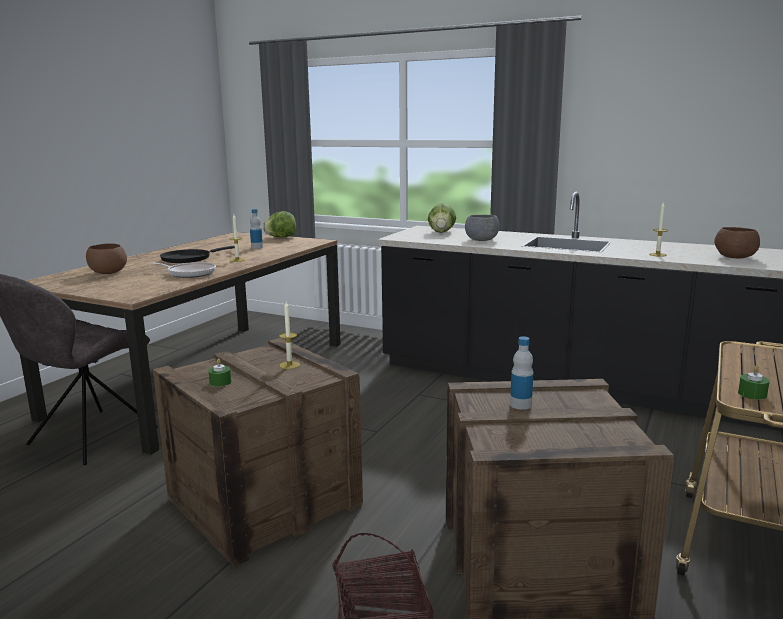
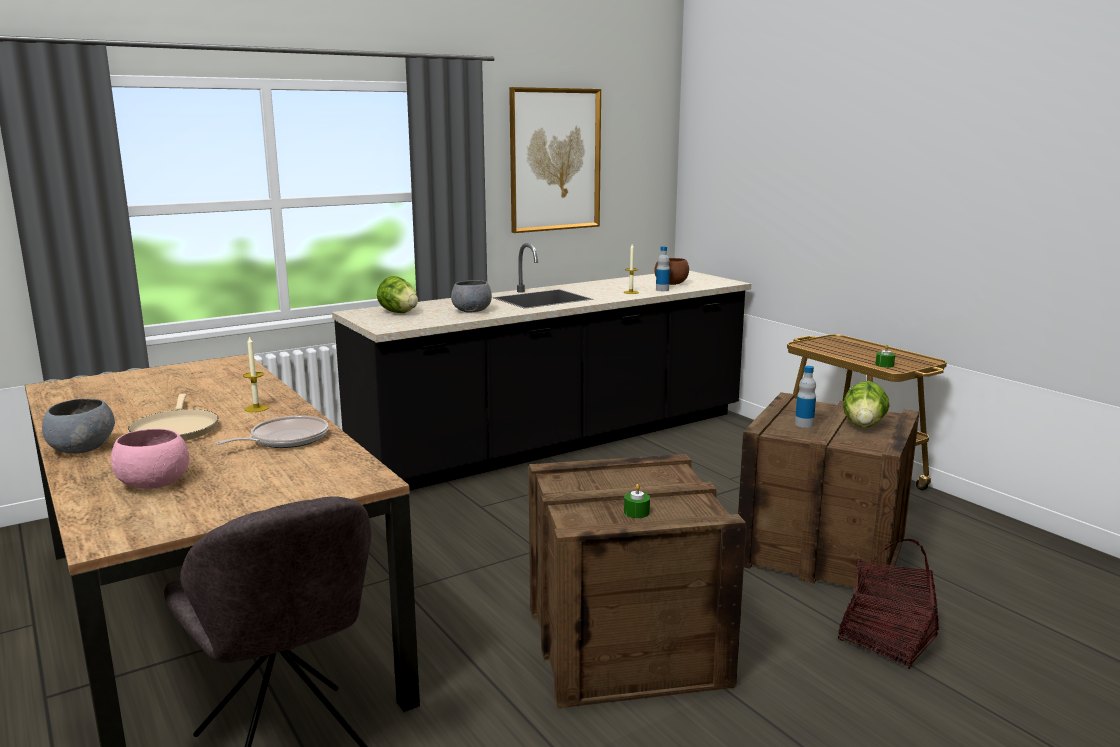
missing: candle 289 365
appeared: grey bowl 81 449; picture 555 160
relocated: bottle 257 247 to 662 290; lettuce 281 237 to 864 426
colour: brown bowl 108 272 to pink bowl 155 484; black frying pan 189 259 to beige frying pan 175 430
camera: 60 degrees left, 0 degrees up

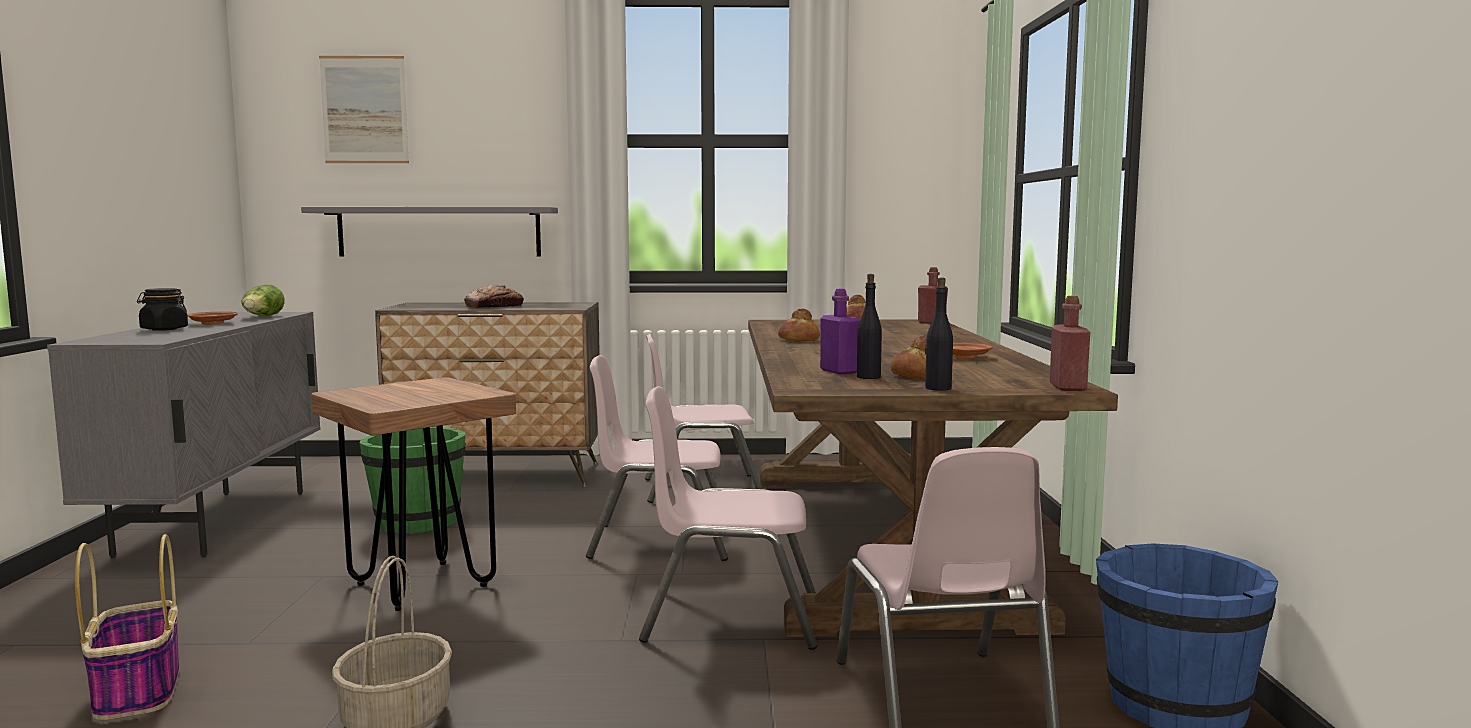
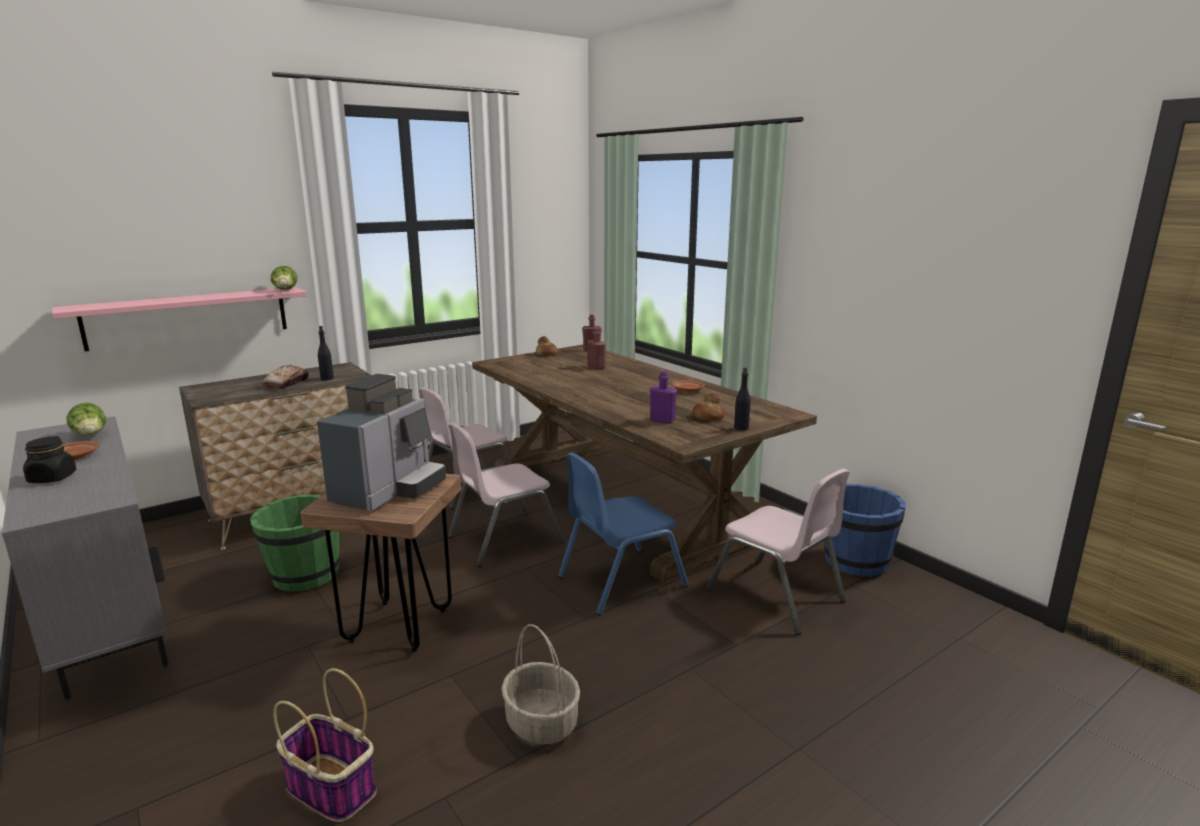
missing: picture 364 110; bread 798 340
appeared: lettuce 286 290; coffee machine 389 490
relocated: black bottle 869 377 to 327 378; red bottle 1067 388 to 596 367
colour: grey shelf 439 232 to pink shelf 188 317; pink chair 730 617 to blue chair 620 581
camera: 35 degrees left, 10 degrees up

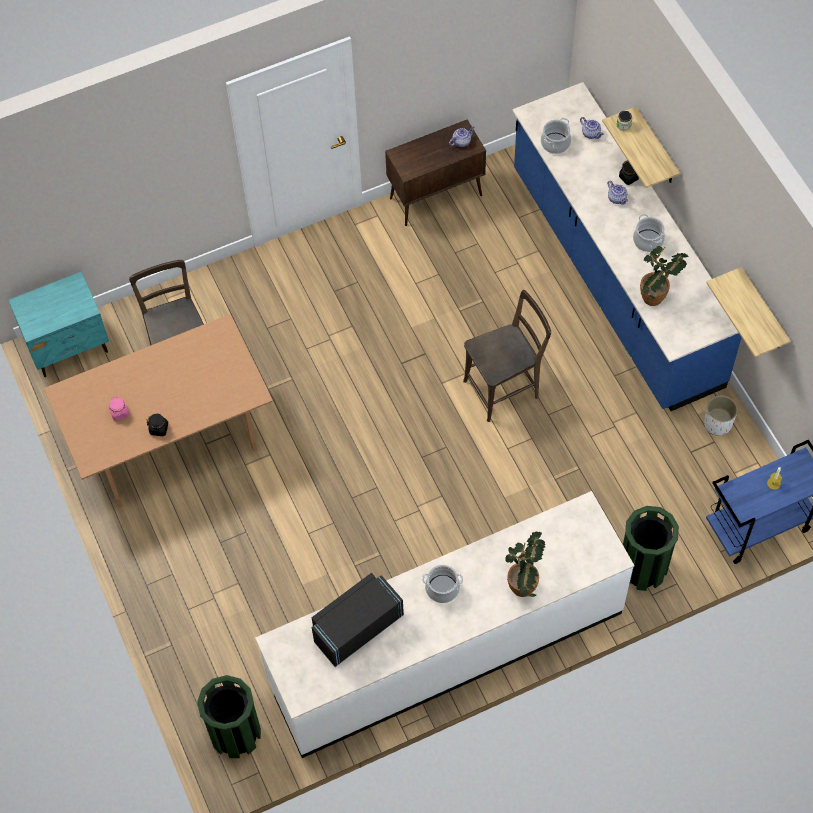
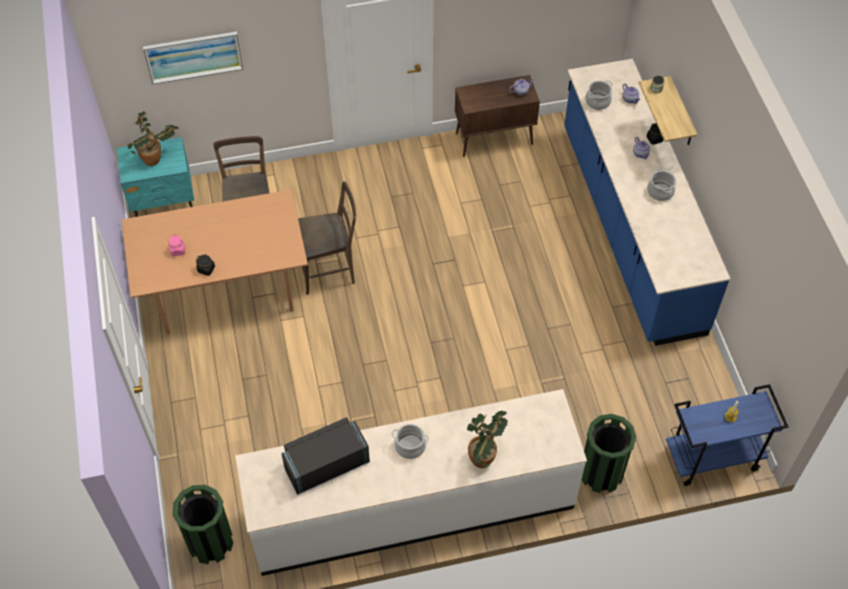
missing: white planter 718 423; shelf 763 311
appeared: picture 193 56
relocated: brown chair 505 388 to 329 270; potted plant 657 295 to 156 159
camera: 10 degrees right, 5 degrees down

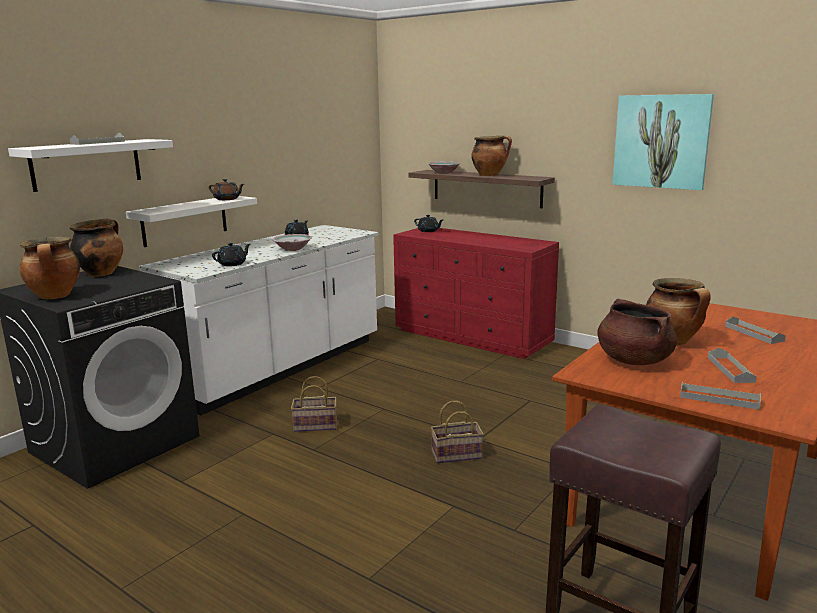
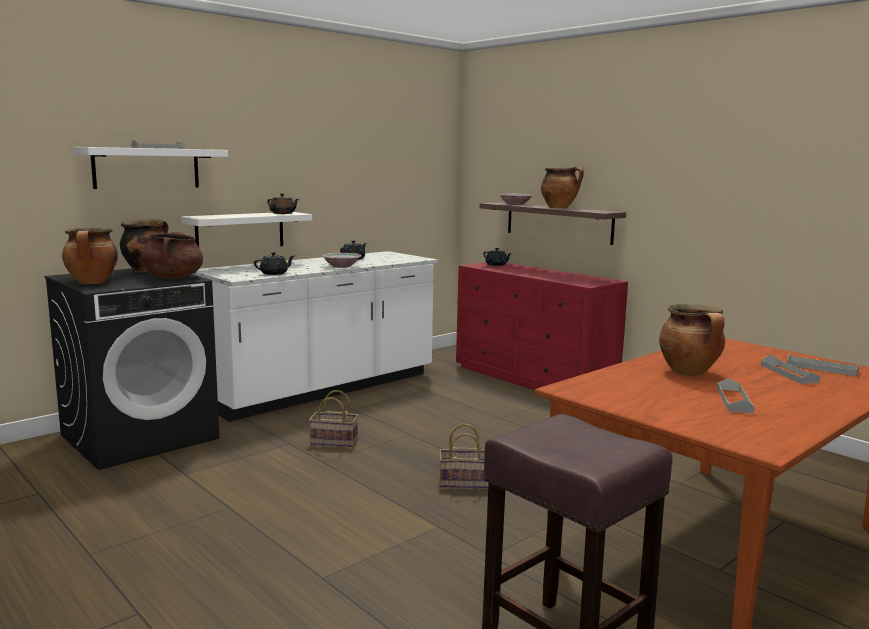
missing: picture 661 141
relocated: brown cooking pot 633 360 to 173 278; grey tray 719 399 to 821 368
camera: 10 degrees right, 5 degrees down

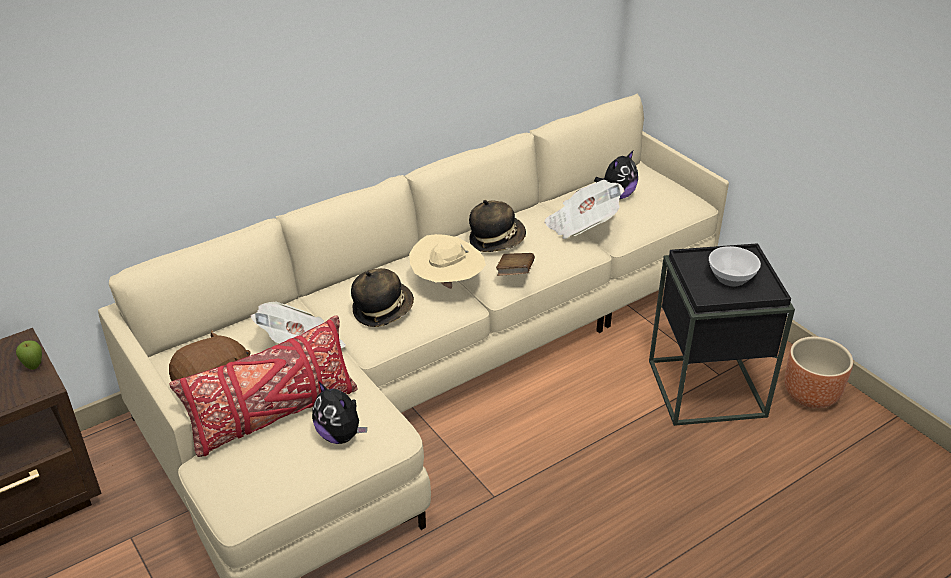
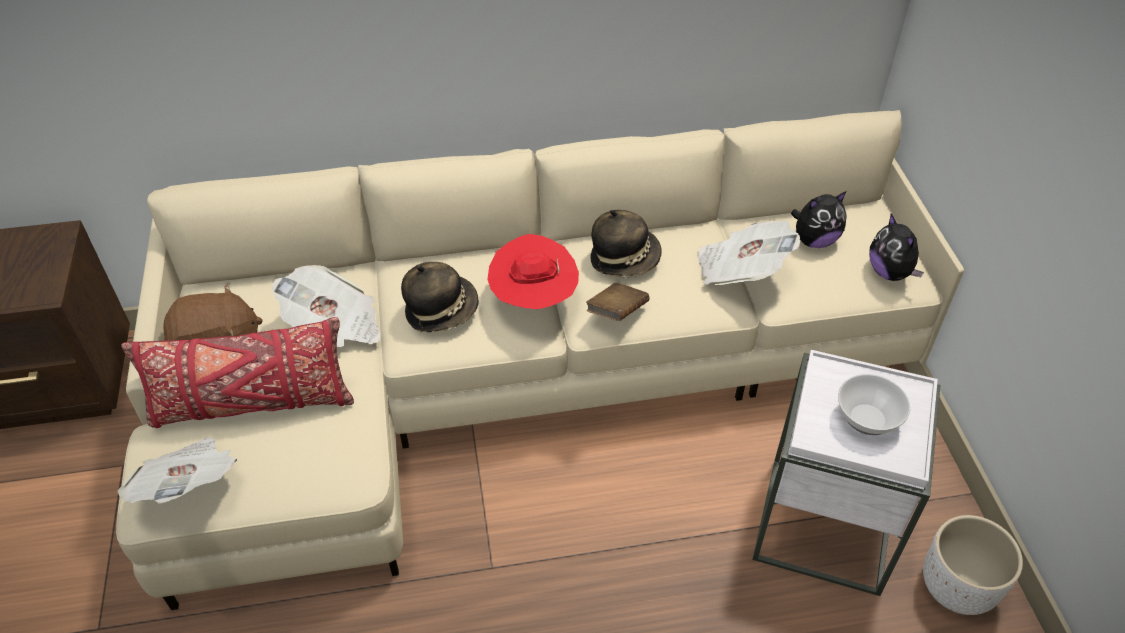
missing: apple 34 367
appeared: newspaper 189 486
relocated: plush toy 340 435 to 890 272
colour: beige hat 447 284 to red hat 533 300; black side table 706 388 to white side table 825 524; brown planter 809 395 to white planter 956 586
camera: 25 degrees right, 10 degrees up

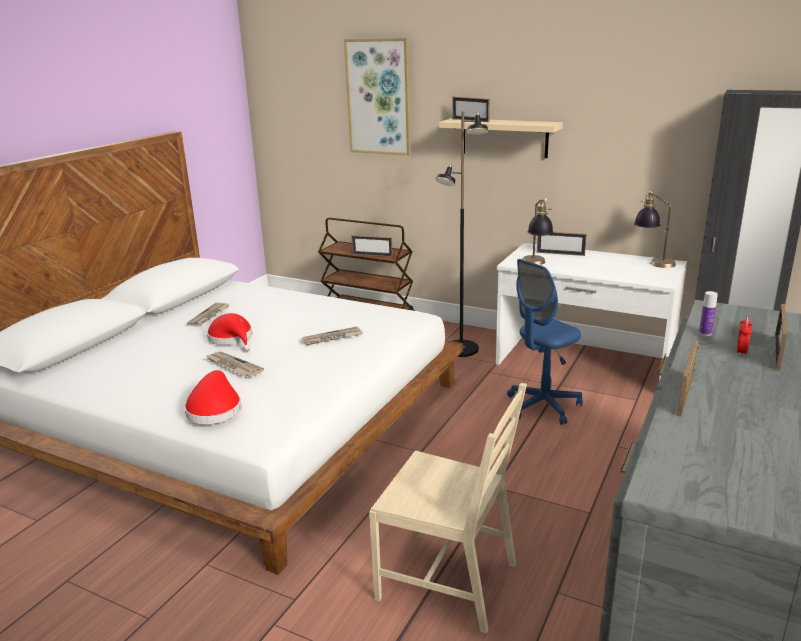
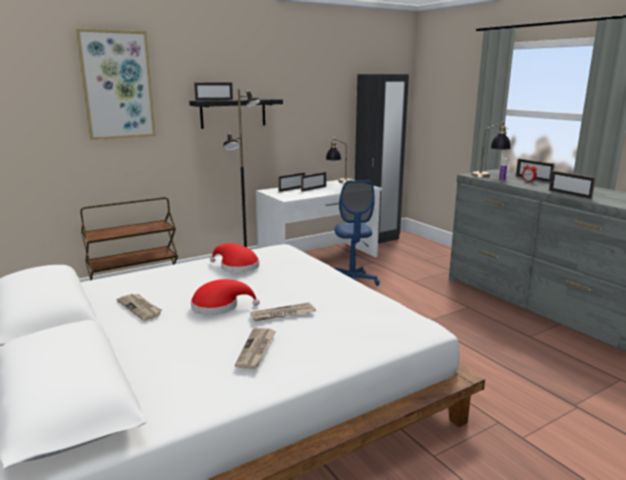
missing: beige chair 449 580
relocated: red hat 214 409 to 237 266; newspaper 332 338 to 256 349; picture frame 372 255 to 313 189; table lamp 535 265 to 489 176
colour: beige shelf 504 138 to black shelf 233 113
camera: 60 degrees left, 5 degrees down

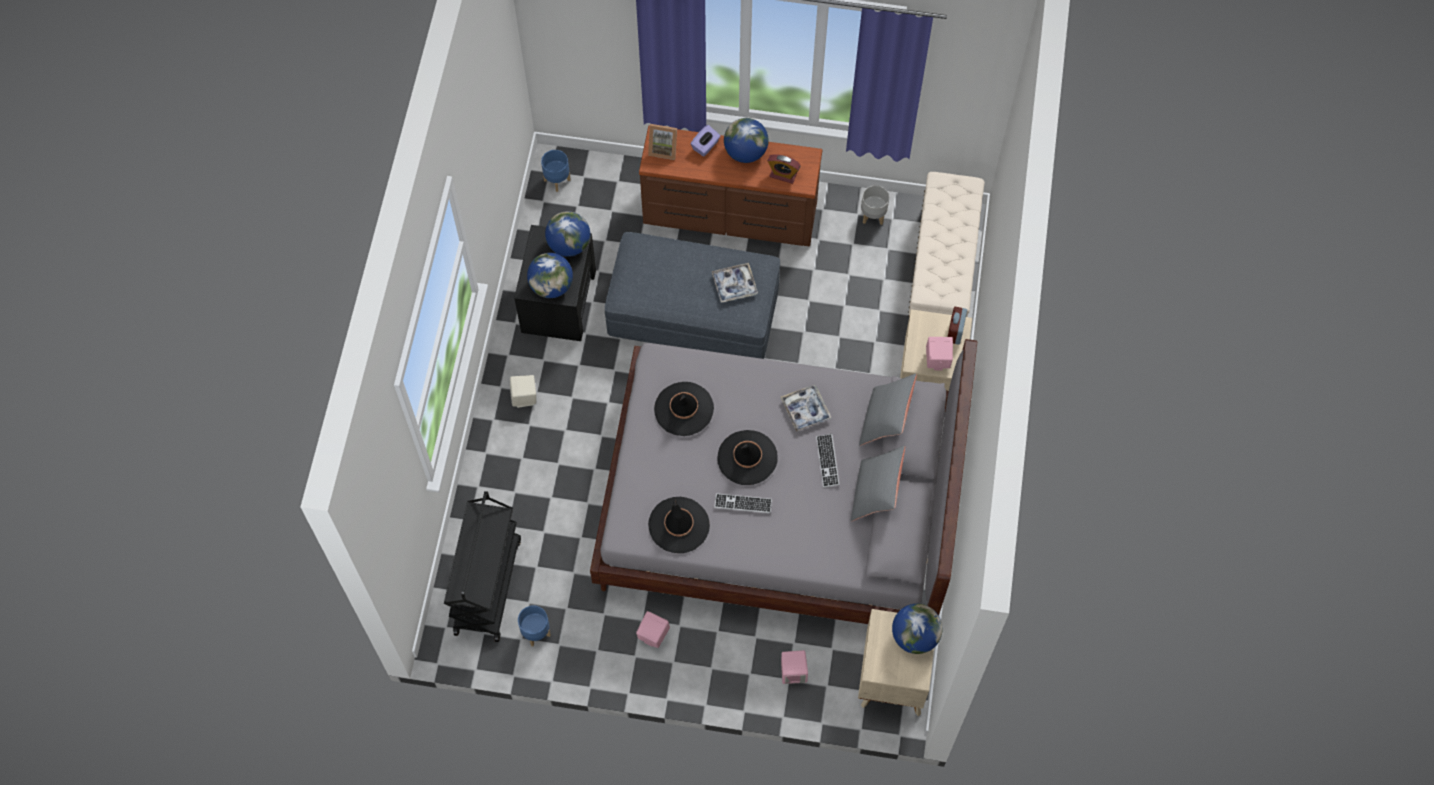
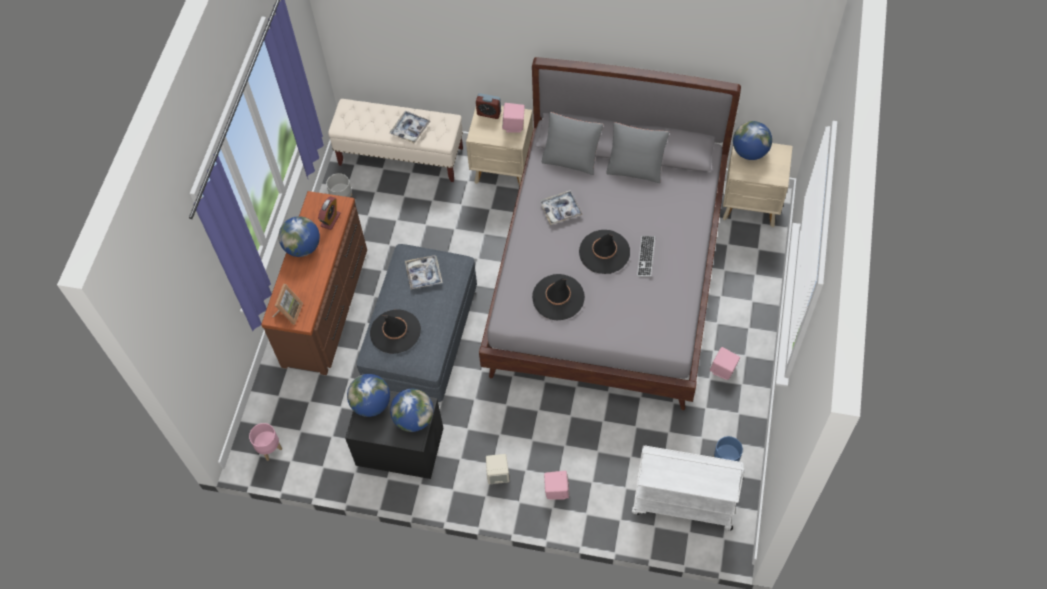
missing: purple tissue box 705 146; keyboard 827 461
appeared: tray 410 129
relocated: black hat 679 525 to 395 331; pink speaker 793 672 to 556 490
colour: black cart 487 585 to white cart 682 503; blue planter 557 180 to pink planter 269 448
camera: 85 degrees left, 5 degrees down

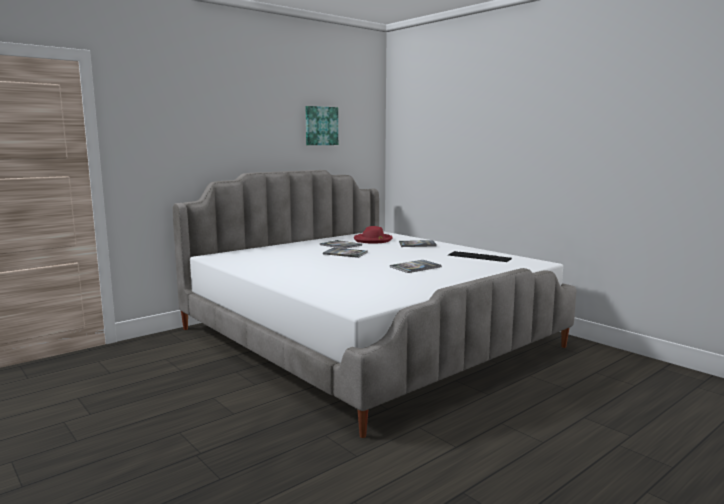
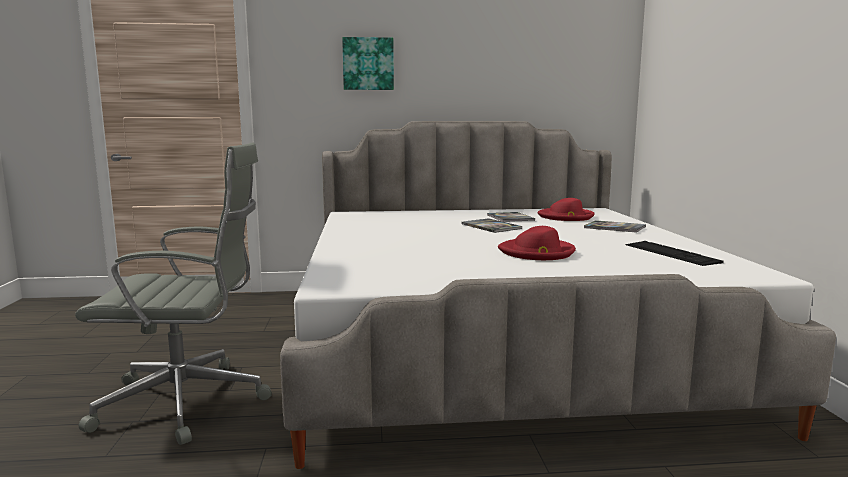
appeared: grey office chair 188 402
relocated: picture 321 126 to 368 64
exchanged: book 415 267 to red hat 537 252
camera: 35 degrees right, 0 degrees up

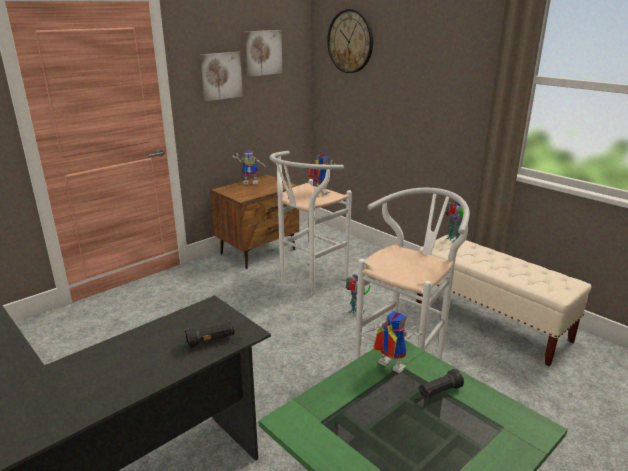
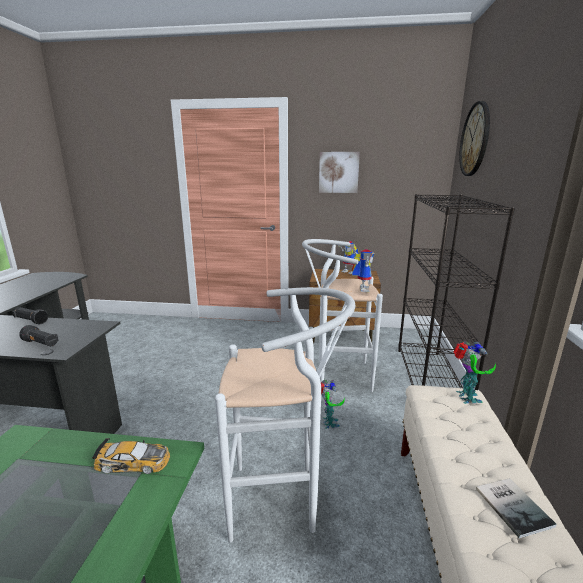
missing: picture 263 52
appeared: black bookcase 430 380; book 513 505
relocated: black flashlight 439 392 to 31 321
exchanged: toy robot 387 366 to toy car 134 462
camera: 50 degrees right, 5 degrees down

